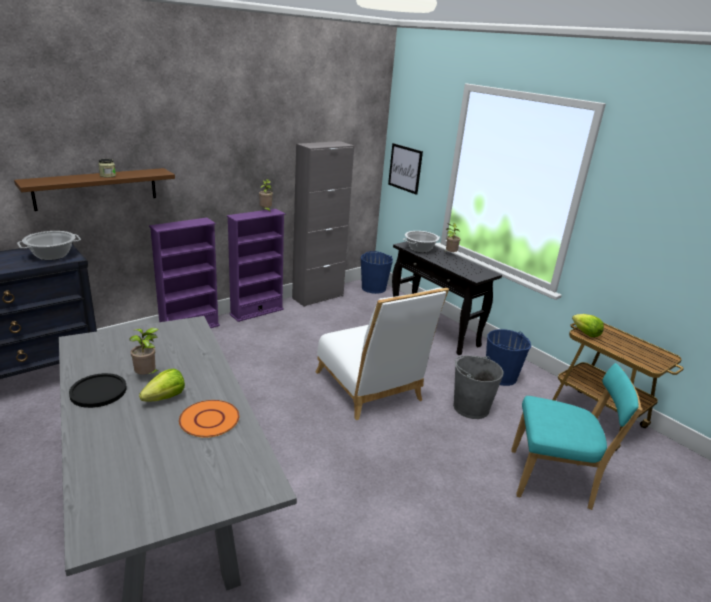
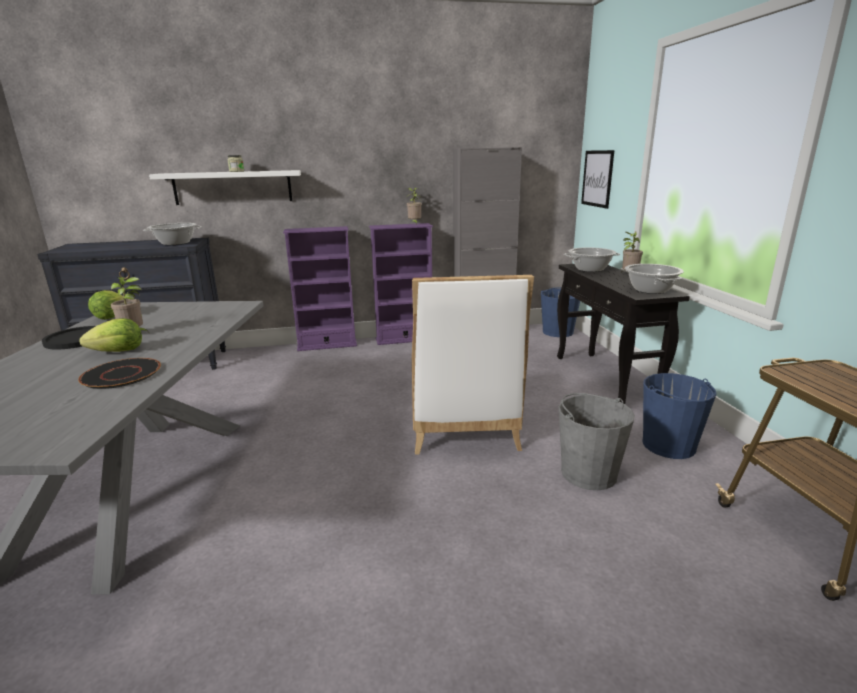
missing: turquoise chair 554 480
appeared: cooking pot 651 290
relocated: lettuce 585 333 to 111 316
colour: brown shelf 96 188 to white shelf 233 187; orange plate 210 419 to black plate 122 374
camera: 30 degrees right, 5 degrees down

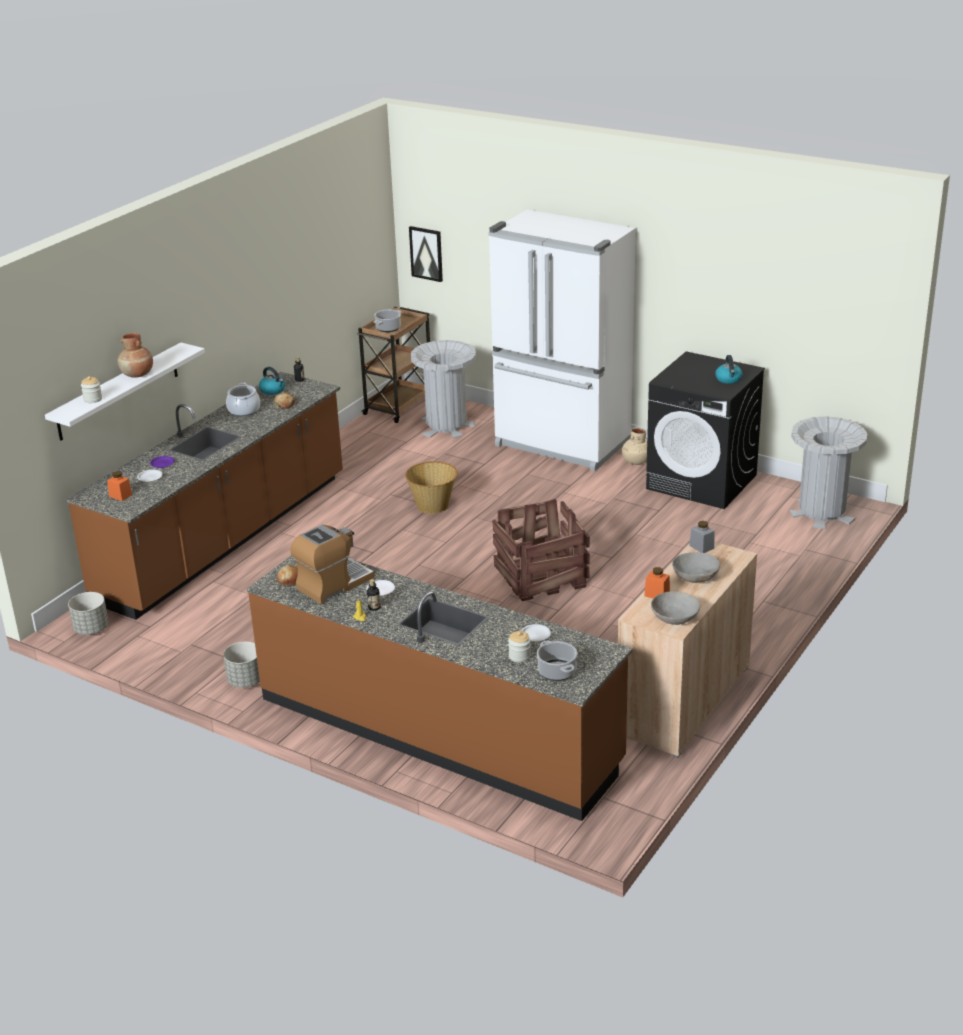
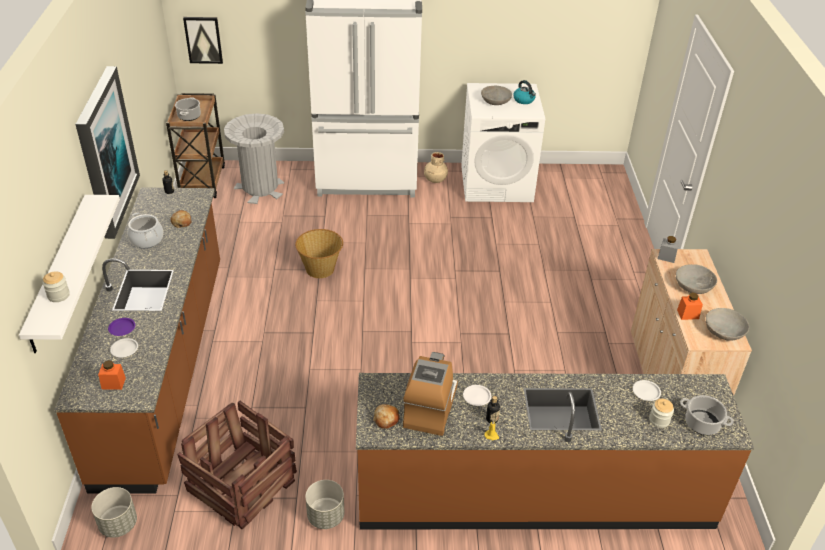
missing: brown vase 137 374; kettle 273 390; grey trash can 821 512
appeared: picture 105 152; grey bowl 495 101
relocated: crate 542 576 to 243 483
colour: black washing machine 702 482 to white washing machine 497 183
camera: 35 degrees left, 10 degrees up

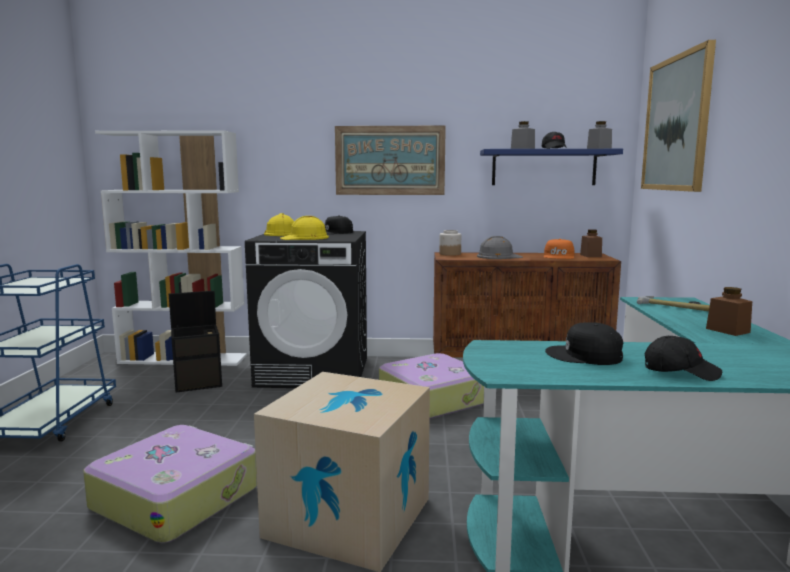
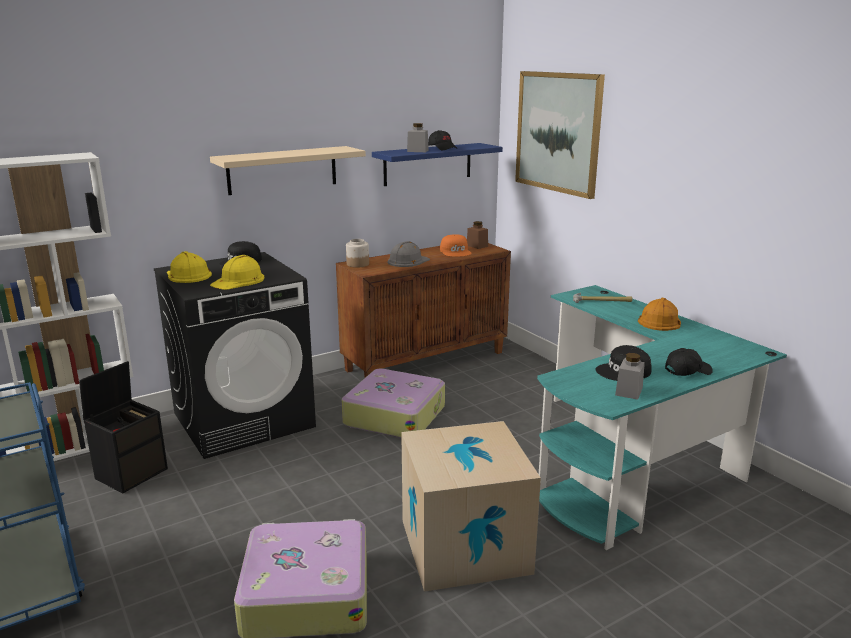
relocated: grey jar 599 149 to 629 391
exchanged: picture 390 160 to beige shelf 282 170; brown jar 727 330 to orange hard hat 659 321
camera: 35 degrees left, 10 degrees up

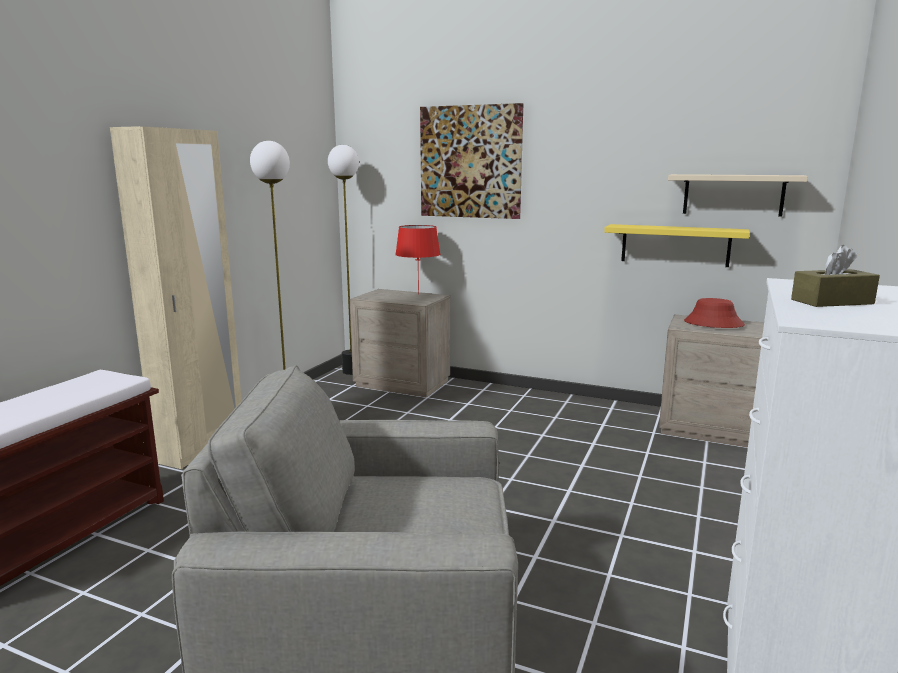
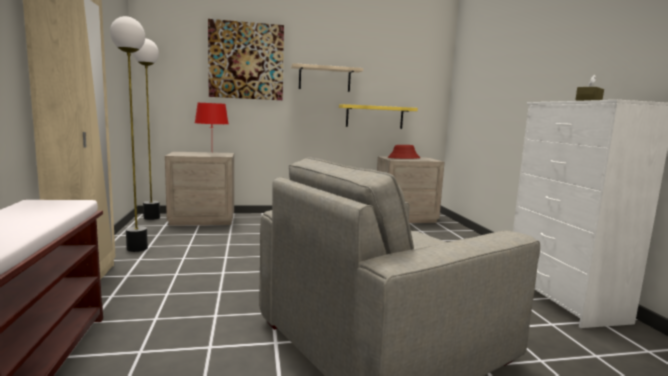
relocated: beige shelf 733 195 to 324 79
camera: 35 degrees left, 5 degrees down

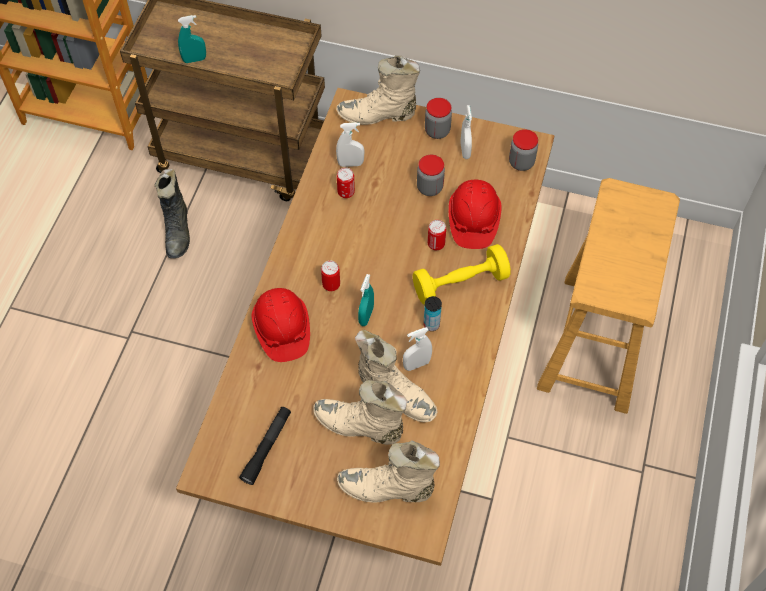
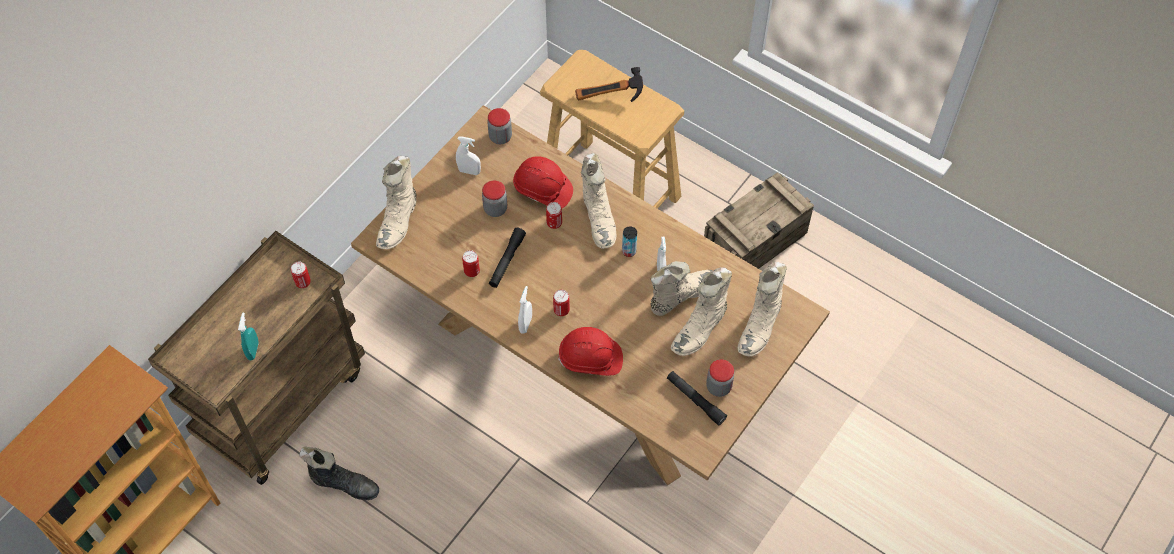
missing: turquoise spray bottle 366 316
appeared: can 303 282; black flashlight 507 261; hammer 609 98; crate 754 244
relocated: white spray bottle 350 164 to 525 324; jar 437 131 to 718 387
exchanged: yellow dumbbell 460 284 to beige boot 599 219
camera: 70 degrees left, 0 degrees up

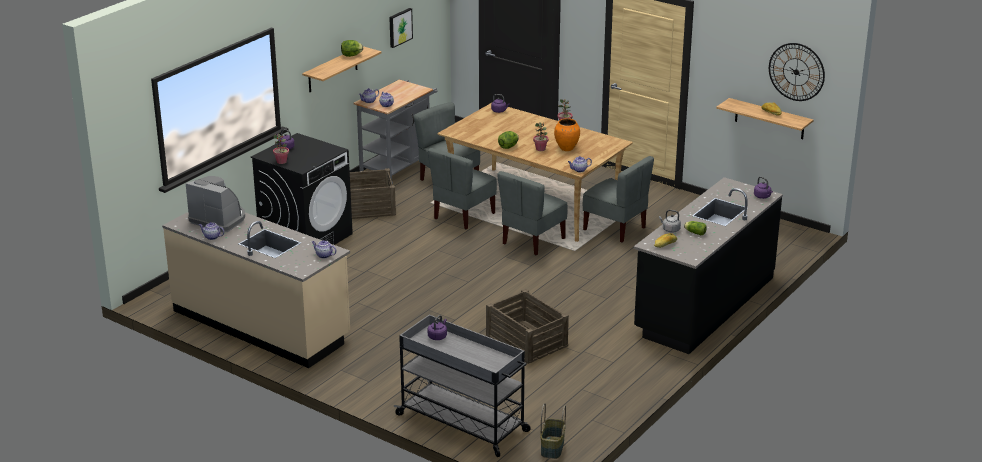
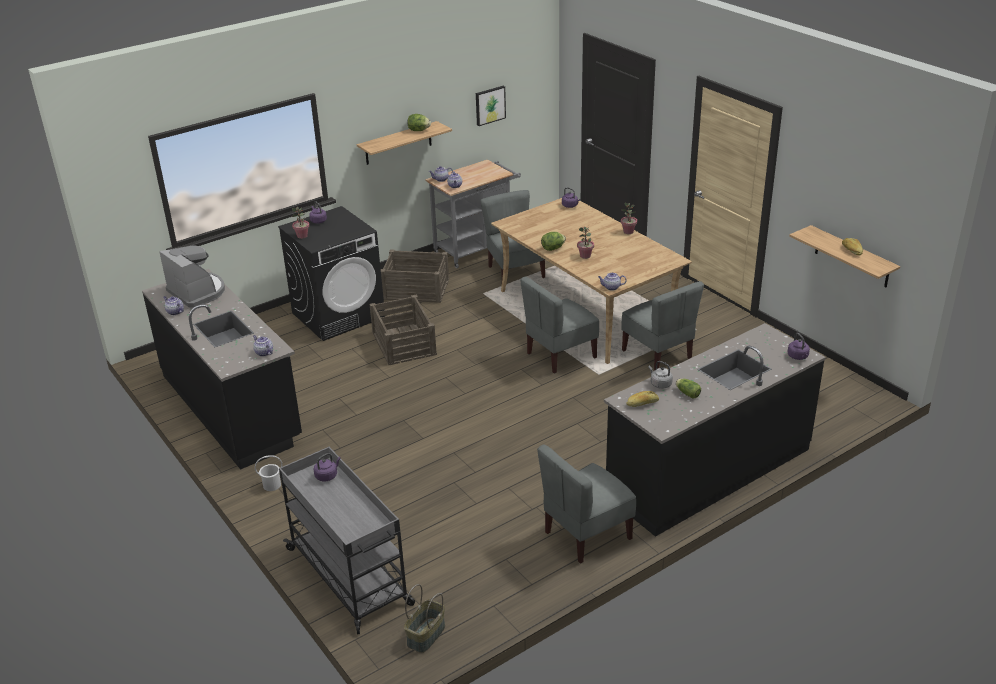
missing: orange vase 567 148; wall clock 796 72
appeared: white bucket 272 485
relocated: grey chair 463 216 to 586 535; crate 526 341 to 403 343
colour: beige counter 261 324 to black counter 232 407
camera: 20 degrees right, 5 degrees up

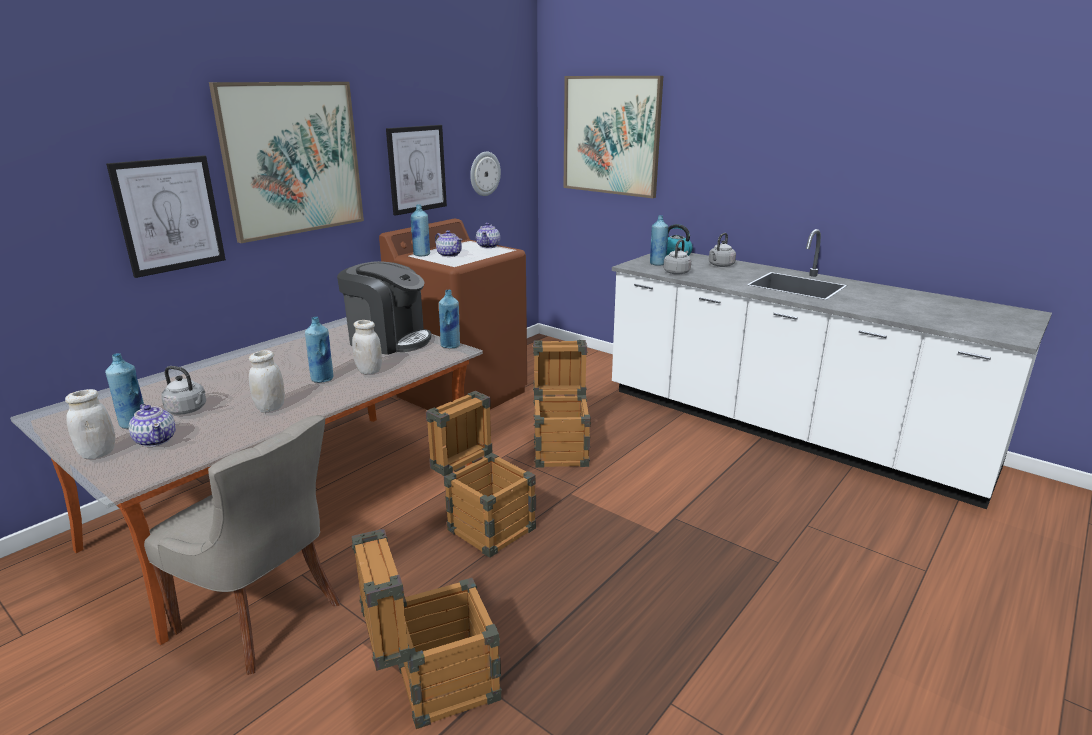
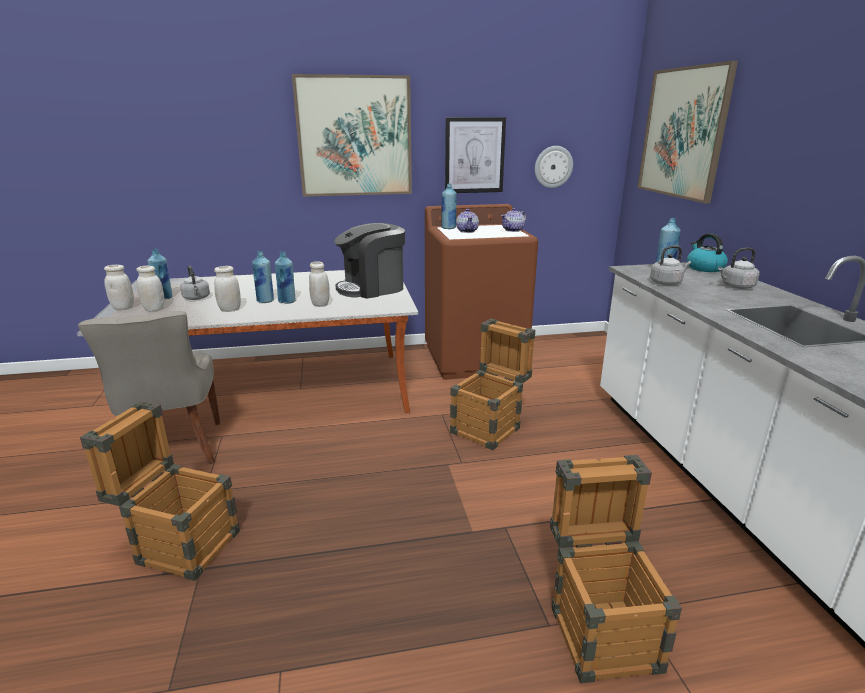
missing: picture 169 215
relocated: crate 484 524 to 600 626; blue bottle 450 346 to 265 301
exchanged: teapot 156 440 to white jar 154 309
spun: coffee machine 388 340 = 372 288 90 degrees clockwise
camera: 40 degrees right, 0 degrees up

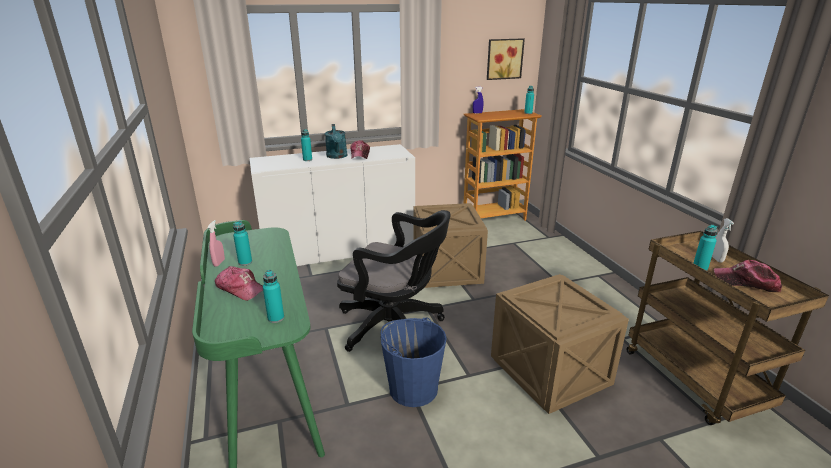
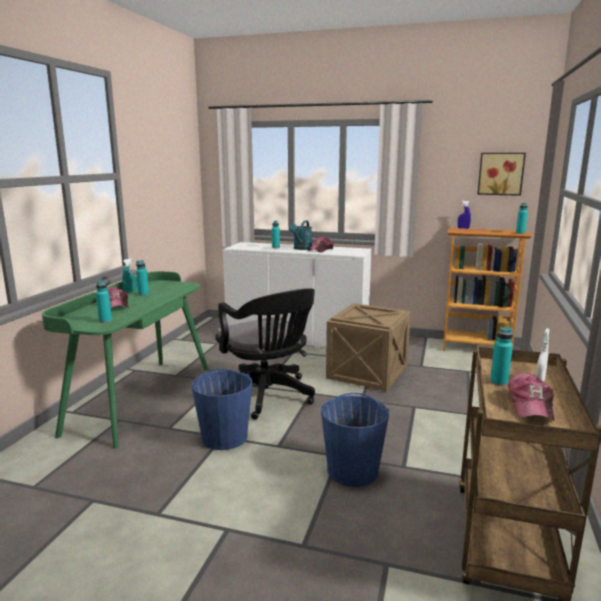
exchanged: crate 548 370 to blue bucket 353 470
colour: pink spray bottle 219 263 to turquoise spray bottle 130 291
spun: cap 746 282 = 531 405 135 degrees counterclockwise
camera: 35 degrees right, 10 degrees down

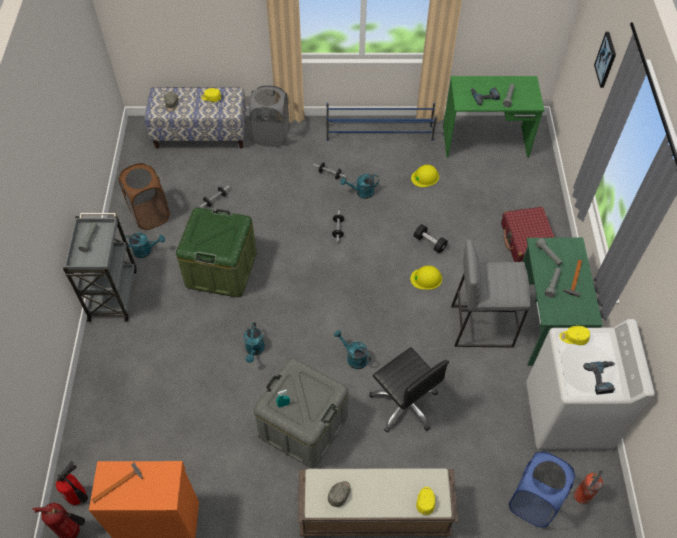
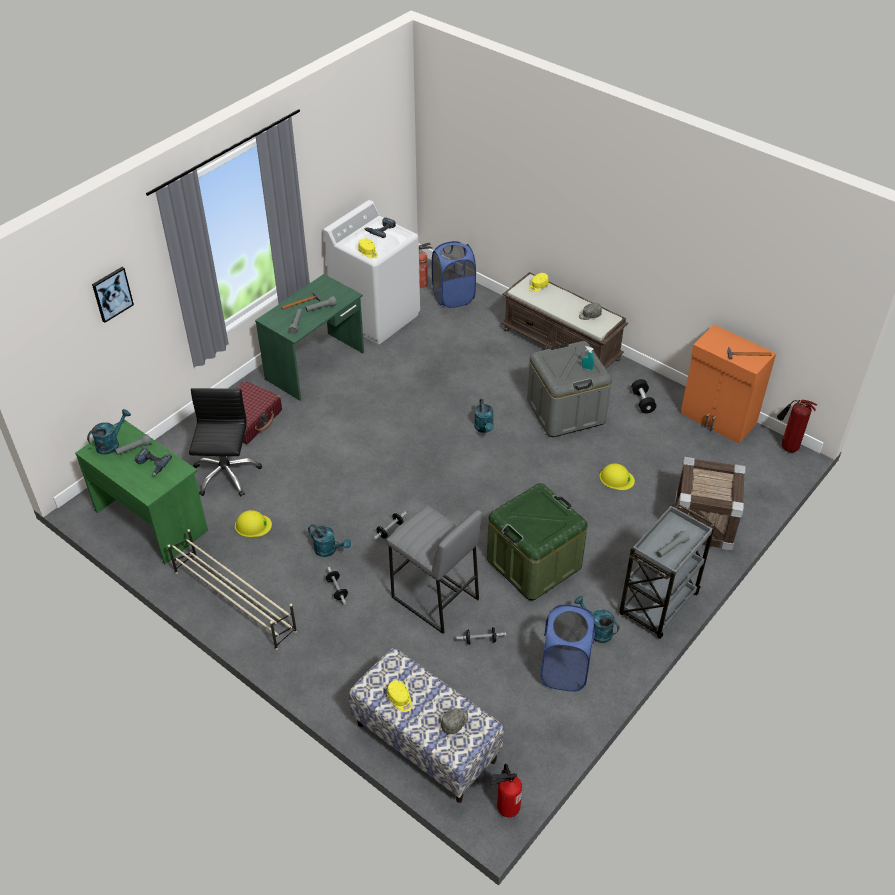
missing: grey laundry basket 271 135
appeared: crate 703 523
relocated: fire extinguisher 80 497 to 506 805; turquoise watering can 254 350 to 111 443; black office chair 404 404 to 226 474; yellow hard hat 426 278 to 616 478; black dumbbell 429 243 to 642 402; grey stool 482 325 to 434 598
colour: brown laundry basket 150 214 to blue laundry basket 564 670; blue shoe rack 380 133 to beige shoe rack 234 600
camera: 140 degrees left, 10 degrees down

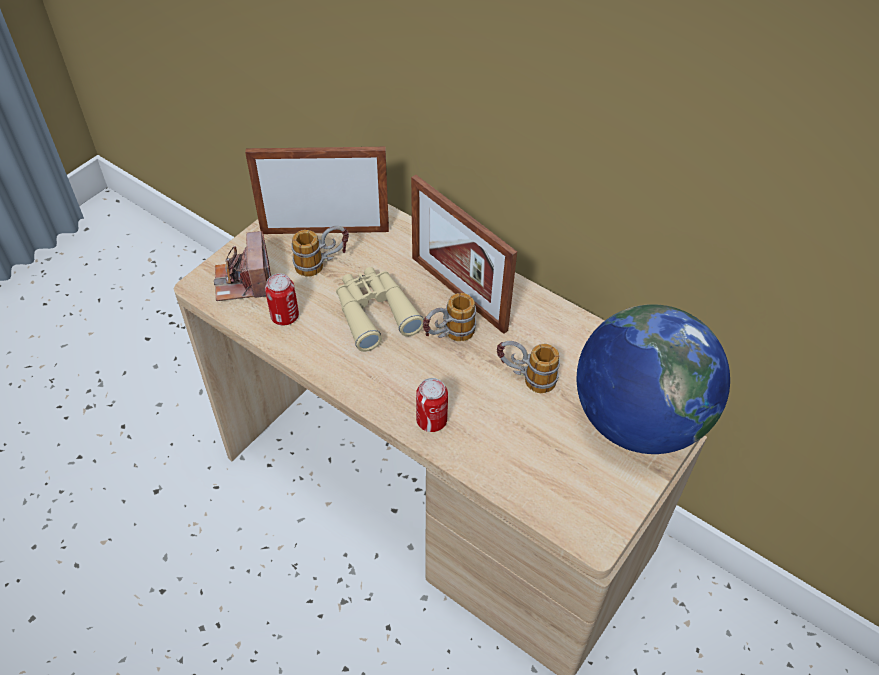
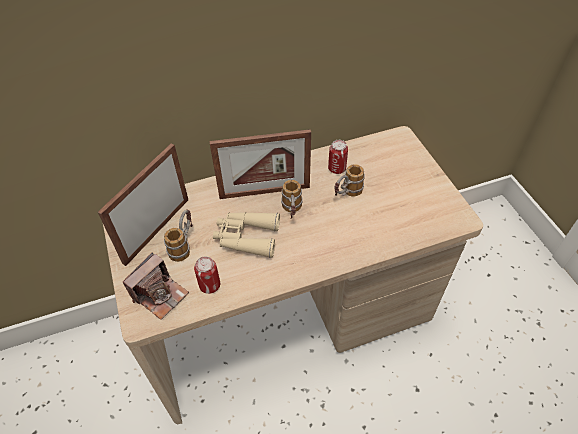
missing: globe 637 420
relocated: can 431 421 to 337 168
spun: photo camera 245 281 = 160 294 75 degrees counterclockwise
camera: 55 degrees left, 0 degrees up

